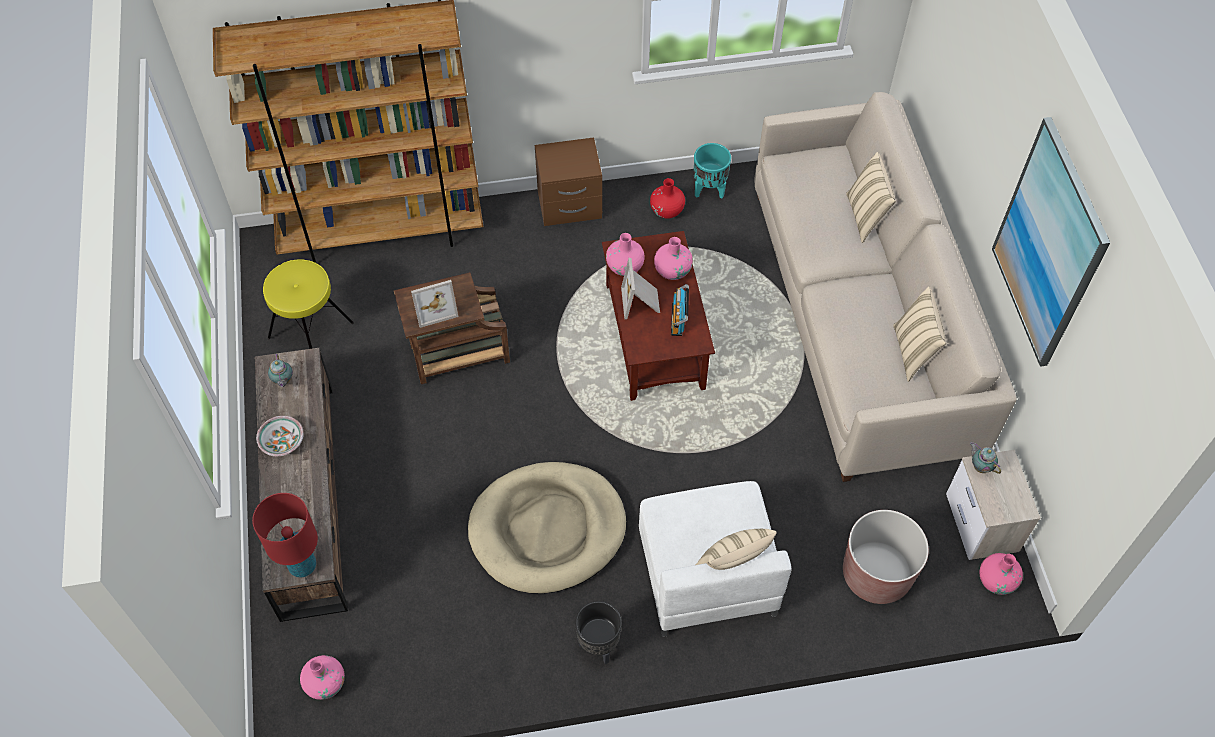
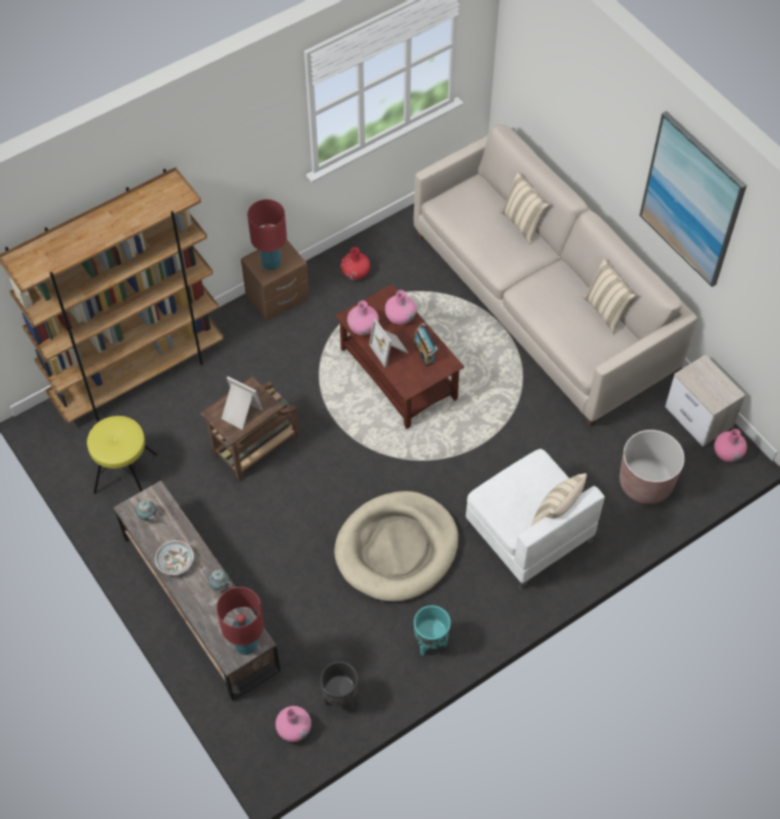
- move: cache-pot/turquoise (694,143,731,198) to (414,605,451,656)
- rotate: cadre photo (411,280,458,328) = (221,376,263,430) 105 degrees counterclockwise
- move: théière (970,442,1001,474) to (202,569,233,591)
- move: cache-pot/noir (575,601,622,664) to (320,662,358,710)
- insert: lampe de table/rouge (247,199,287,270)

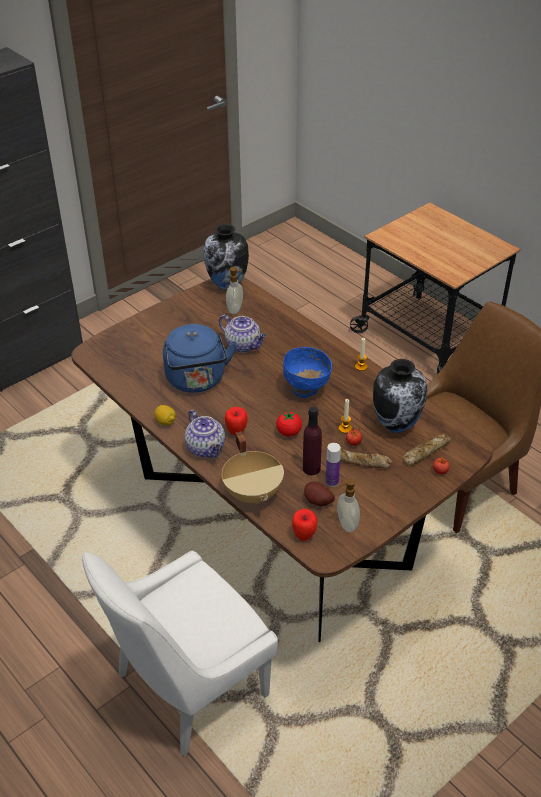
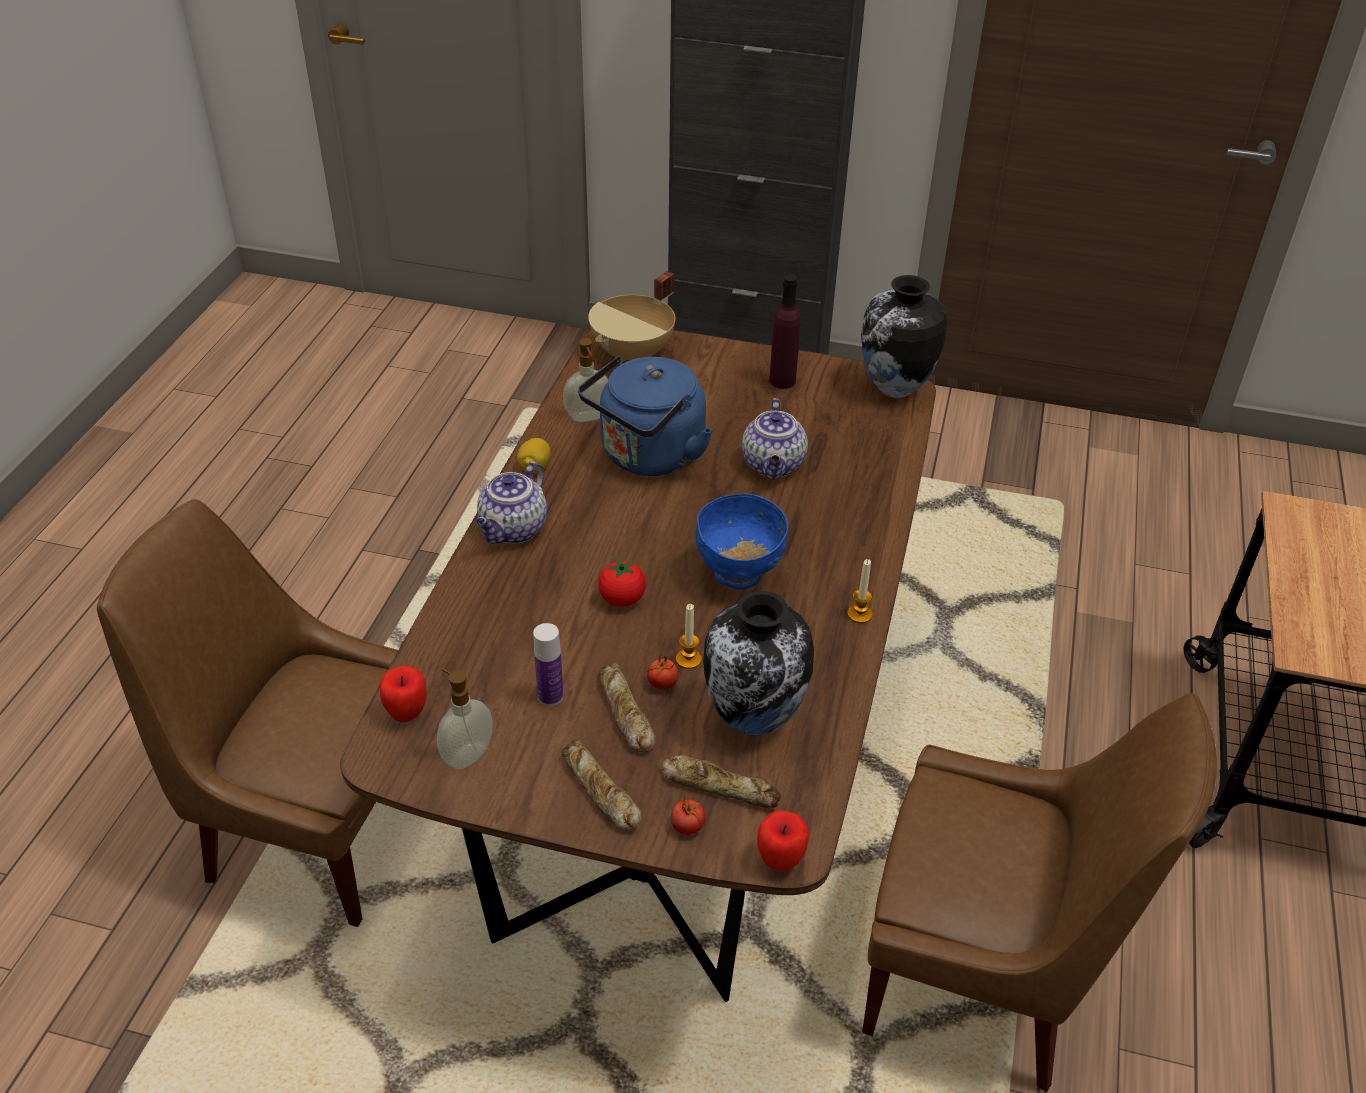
- move: distributeur de savon (226,267,243,314) to (563,338,608,422)
- move: pomme (225,407,248,435) to (757,810,809,871)
- move: bouteille/violet (303,407,322,475) to (769,274,801,389)
- move: marmite/beige (222,431,284,504) to (588,271,676,363)
- delete: pomme de terre (304,481,335,506)
- recolor: chaise/blanc (82,551,278,756) to chaise/marron (97,499,398,927)
- insert: pain (561,740,642,831)

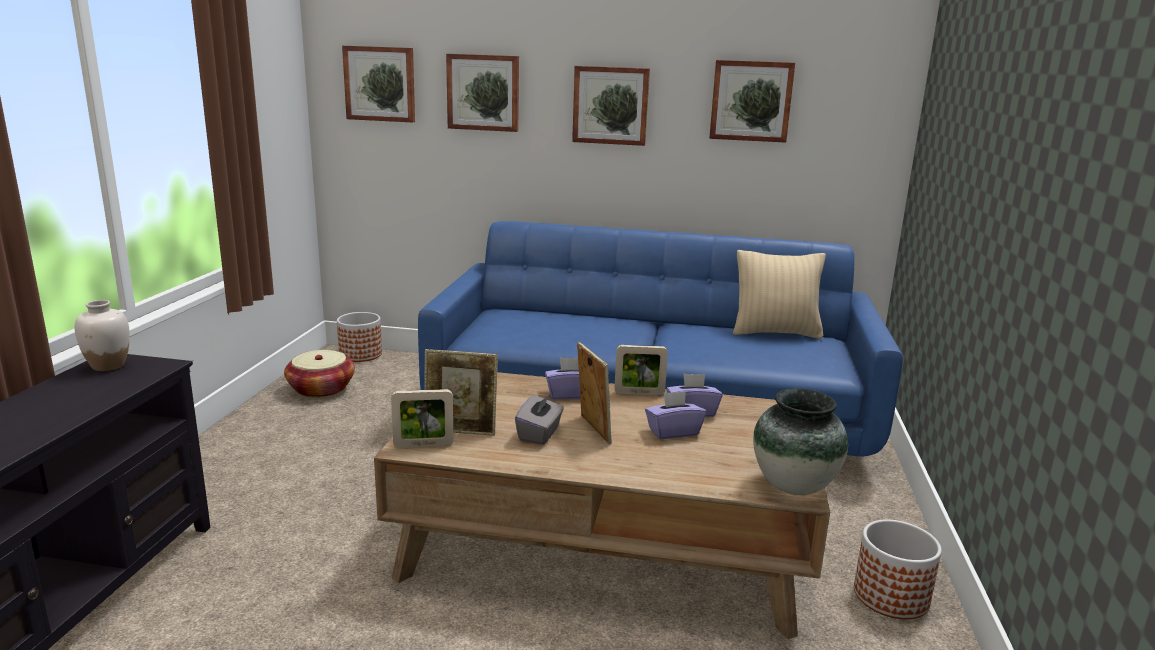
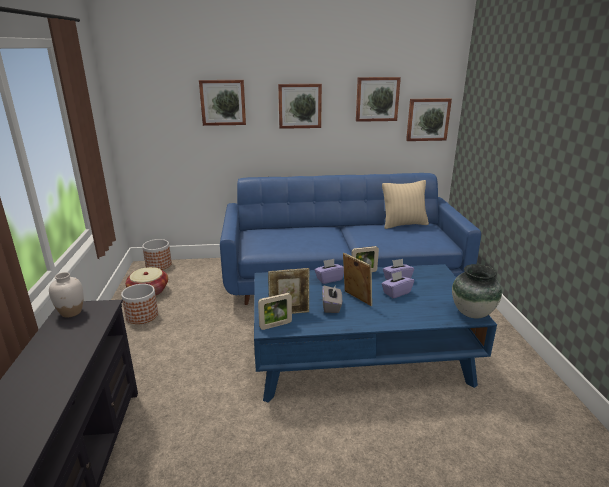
- move: tableau (342,46,415,123) to (406,98,452,141)
- recolor: table basse/marron (374,372,830,639) to table basse/bleu (254,264,497,403)
- move: cache-pot (854,520,942,619) to (121,284,158,324)

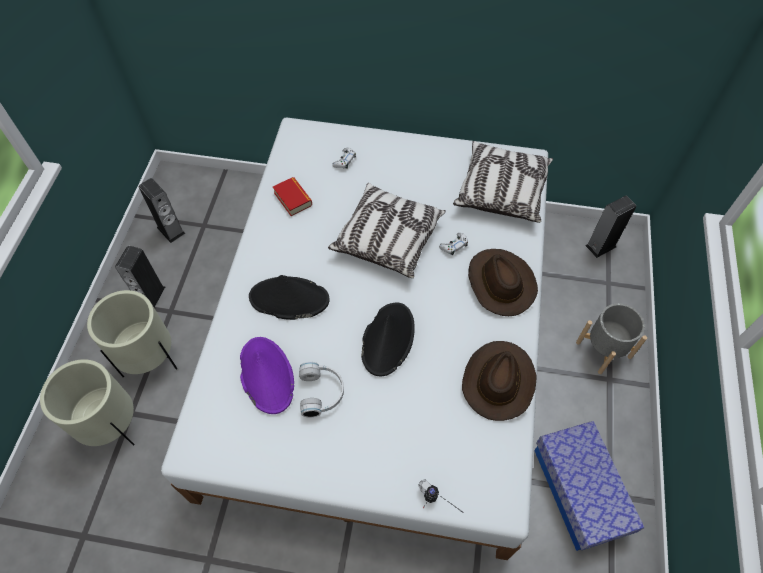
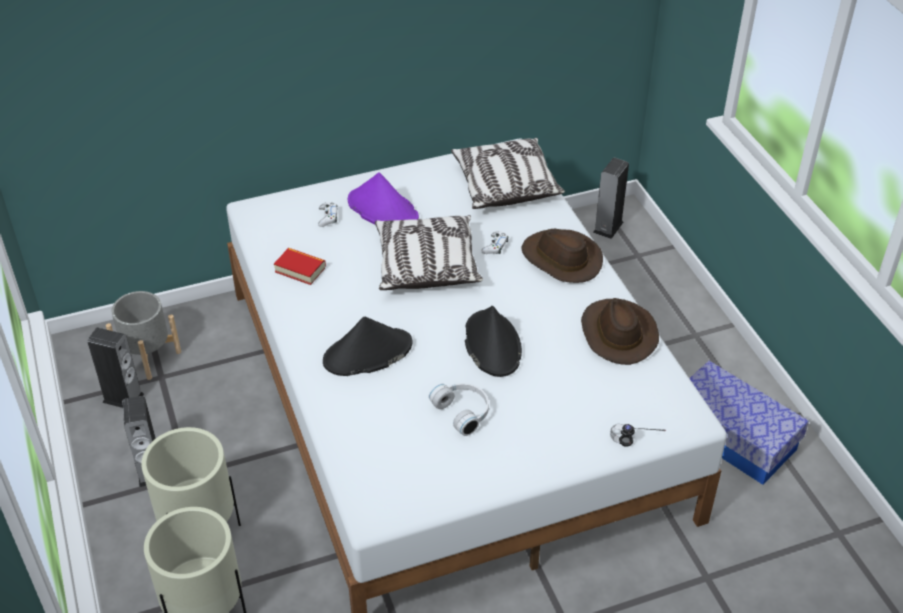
- move: cache-pot/gris (576,303,647,374) to (106,291,181,380)
- move: chapeau/violet (240,337,294,414) to (348,172,419,224)

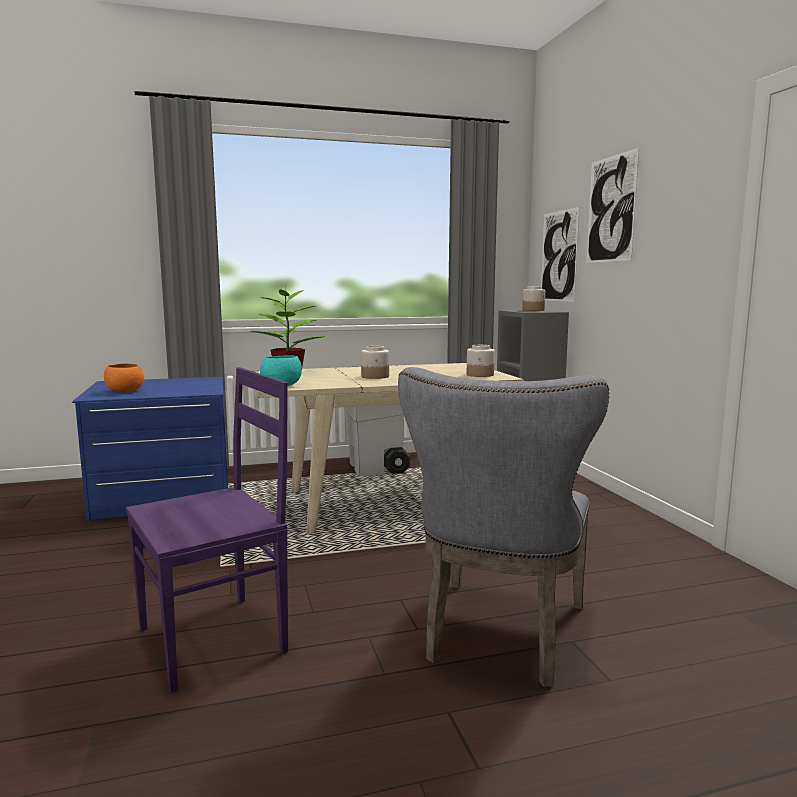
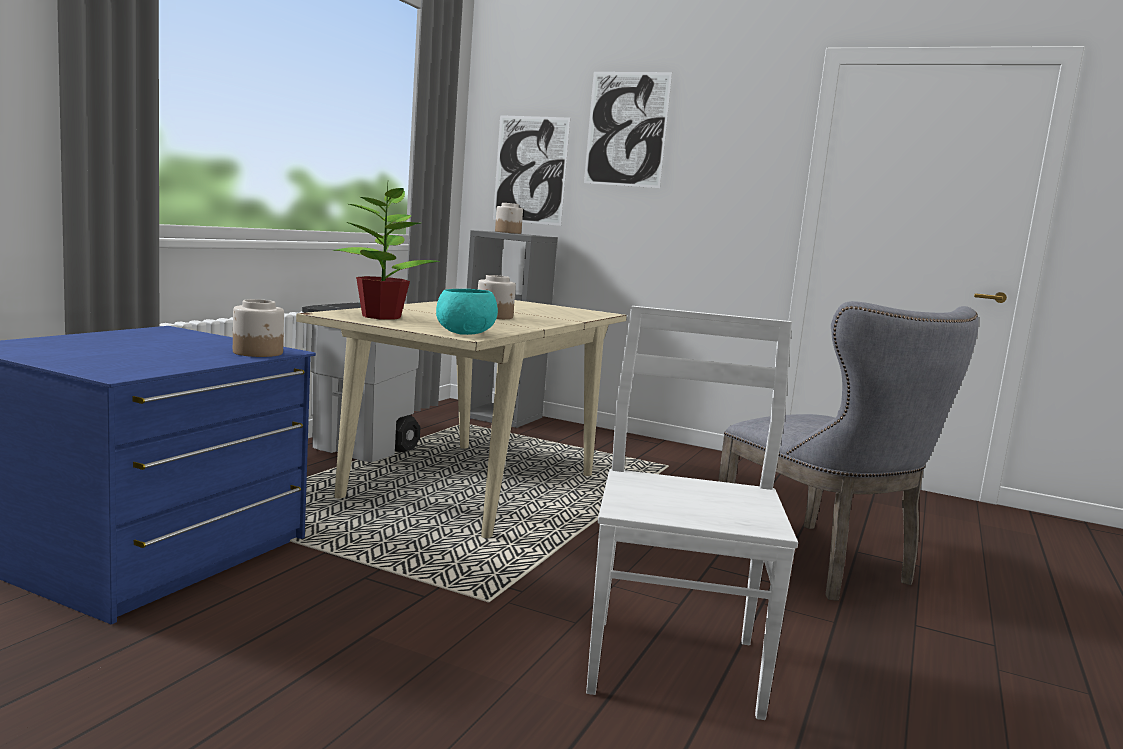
- move: bocal (467,345,495,377) to (233,299,284,357)
- delete: bol/orange (104,363,144,392)
- recolor: chaise/violet (126,367,288,693) to chaise/blanc (586,306,798,720)

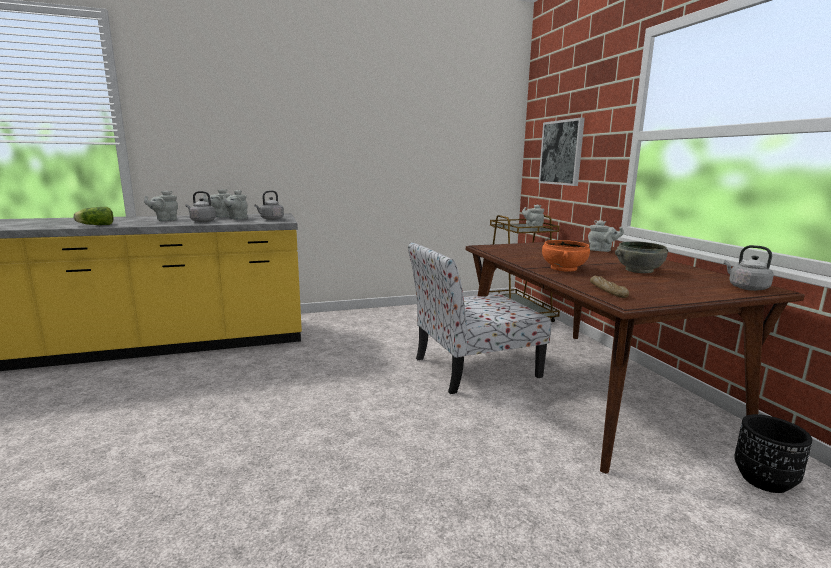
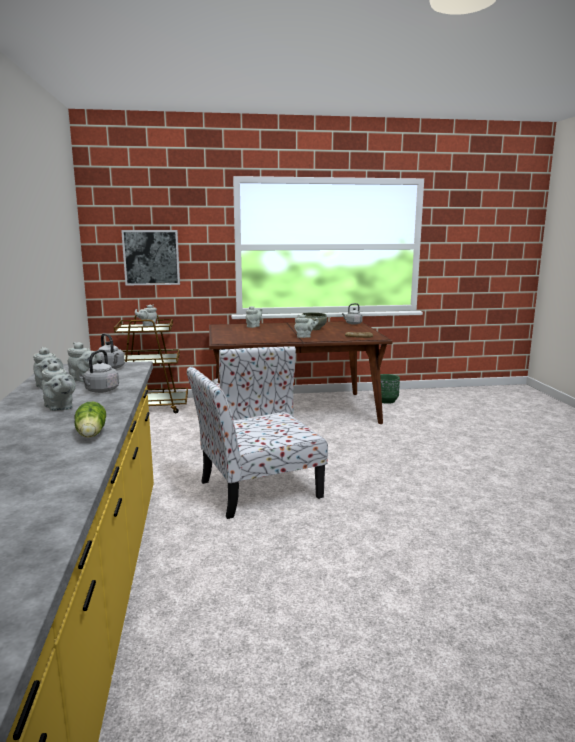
- replace: bol/orange (542,240,590,271) to théière/gris (294,314,319,338)
- recolor: cache-pot/noir (734,414,812,493) to cache-pot/vert (380,374,400,404)
- insert: chaise (187,367,328,519)

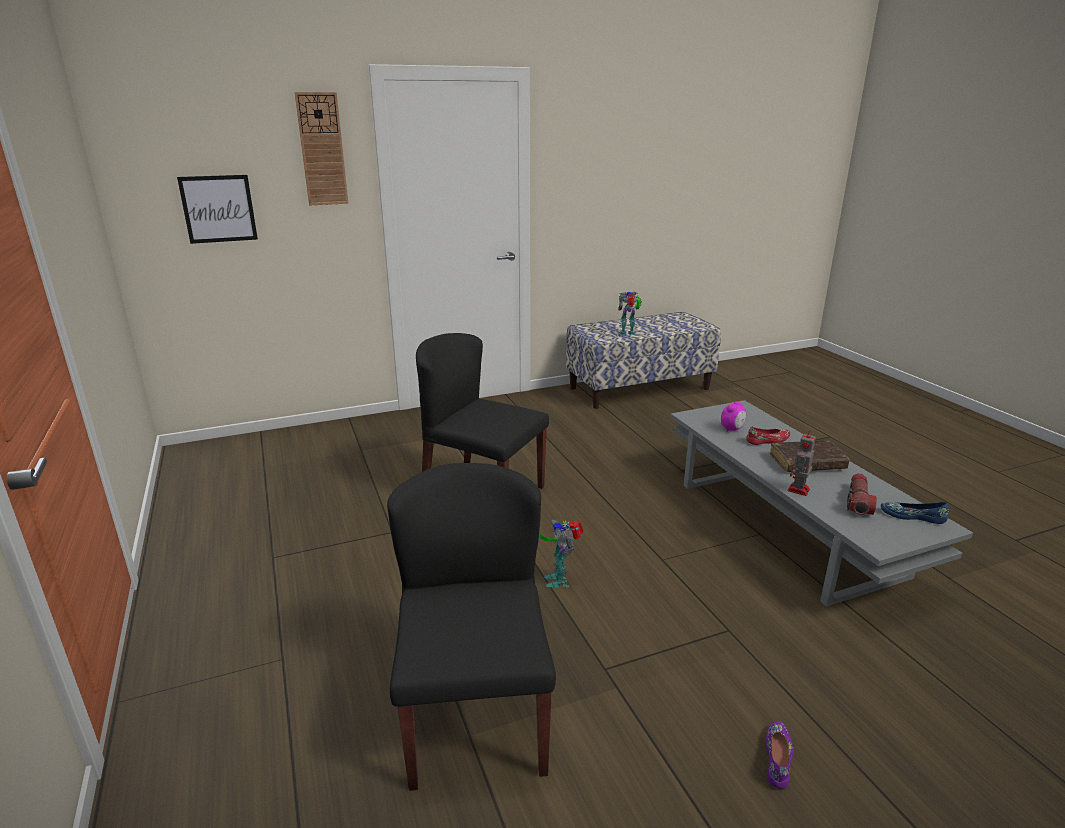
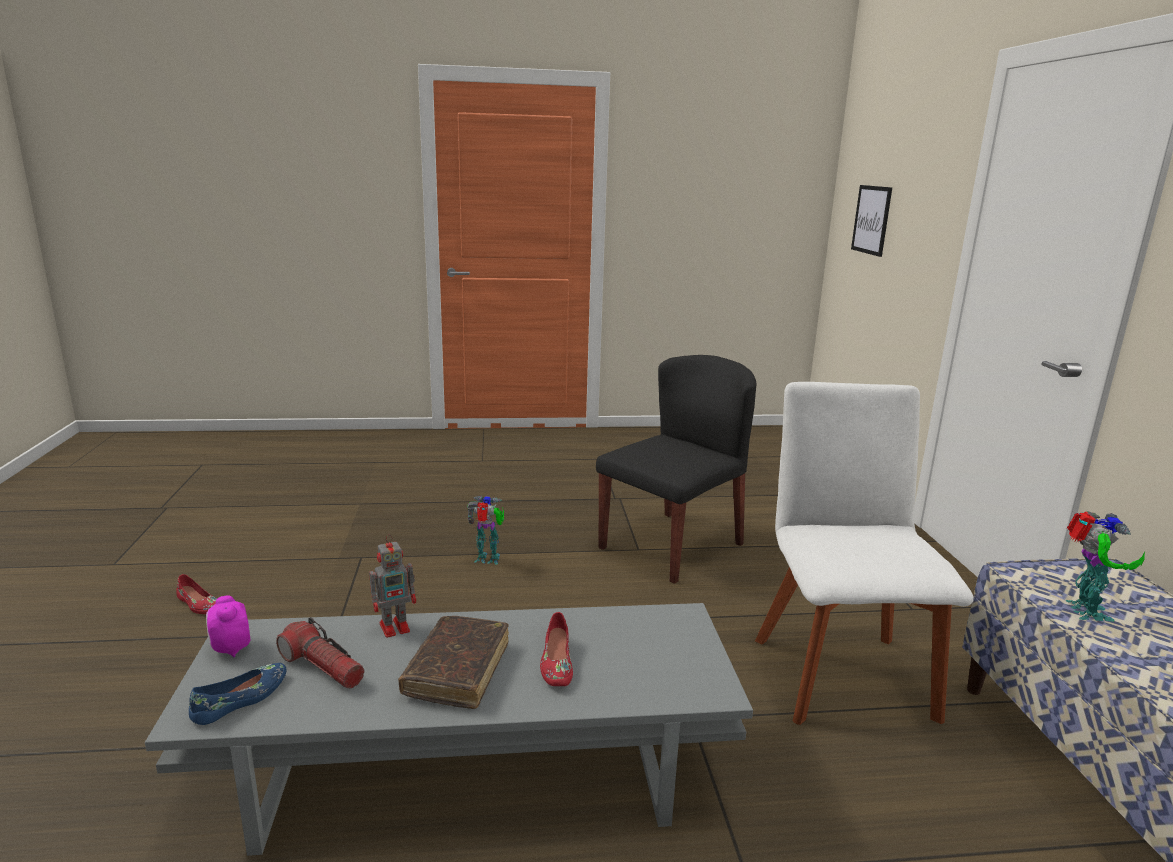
- delete: horloge murale (295,92,348,205)
- move: réveil (721,402,746,431) to (206,595,250,658)
- rotate: robot jouet (787,430,816,496) = (369,534,416,638) 105 degrees clockwise
- delete: chaise/noir (387,463,556,791)
- recolor: chaussure/violet (766,721,794,789) to chaussure/rouge (176,574,217,614)
- insert: chaise/blanc (755,382,974,725)

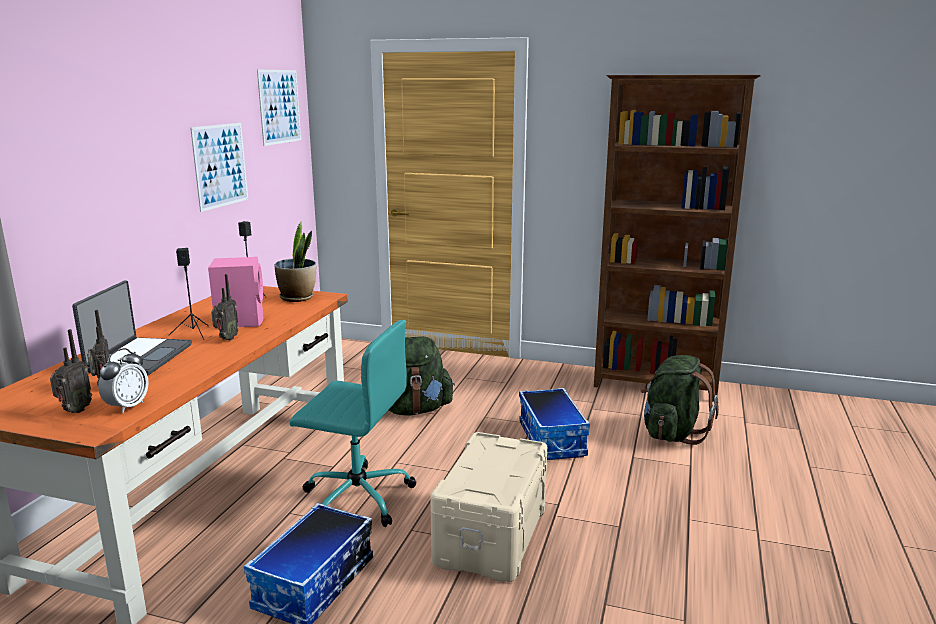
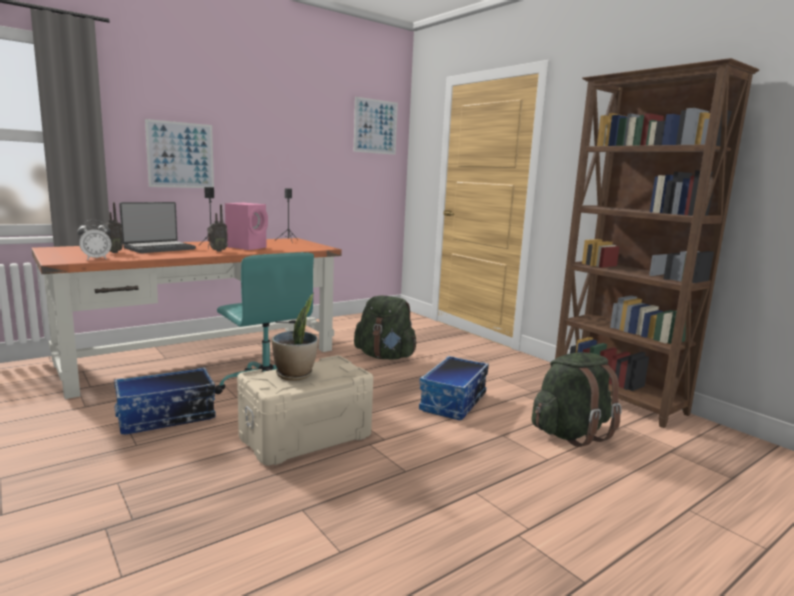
- move: tableau (190,123,248,212) to (145,119,214,188)
- move: plante en pot (274,221,316,302) to (272,294,318,381)
- delete: radio (50,329,92,413)

